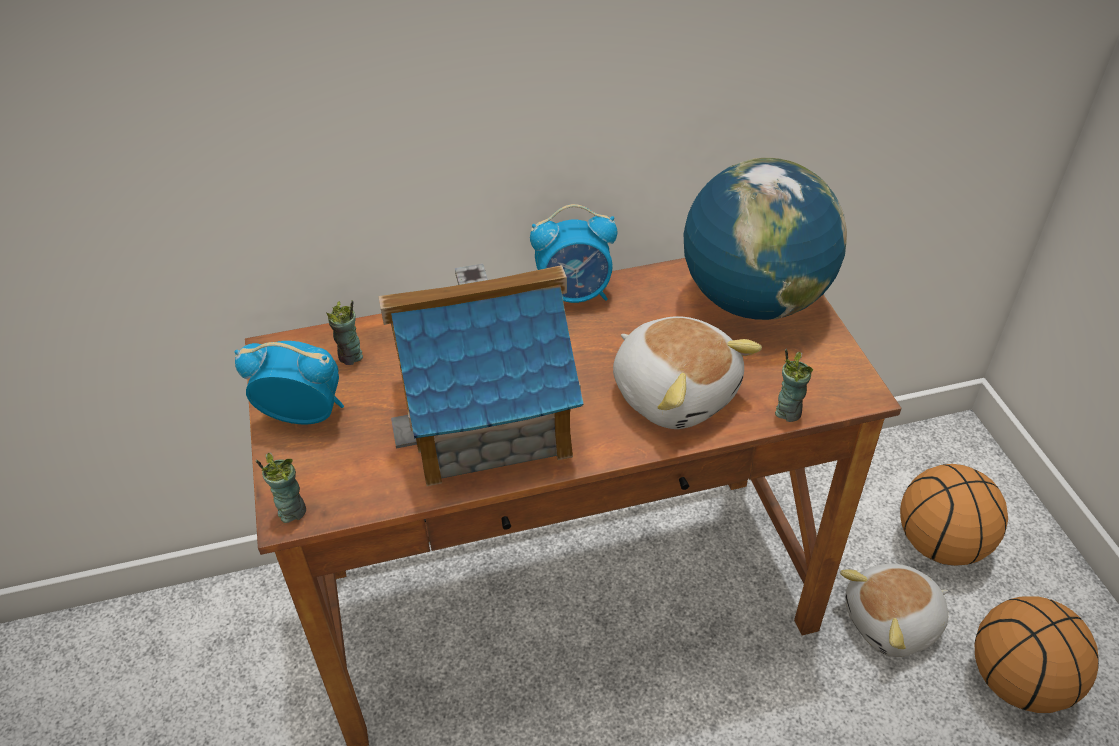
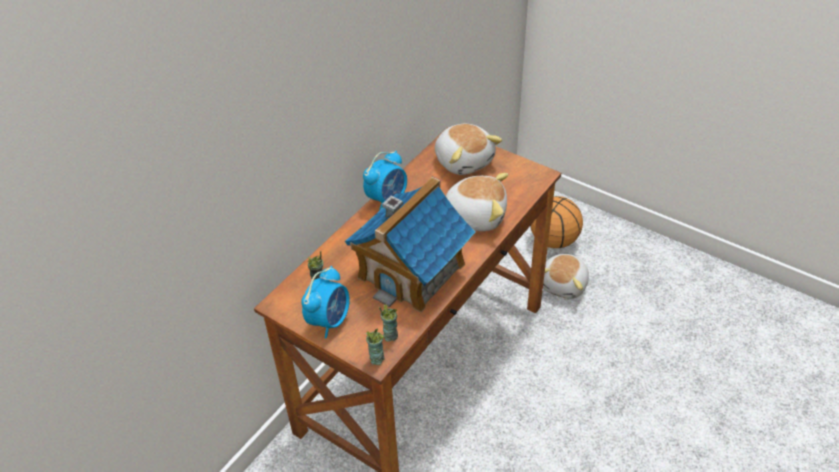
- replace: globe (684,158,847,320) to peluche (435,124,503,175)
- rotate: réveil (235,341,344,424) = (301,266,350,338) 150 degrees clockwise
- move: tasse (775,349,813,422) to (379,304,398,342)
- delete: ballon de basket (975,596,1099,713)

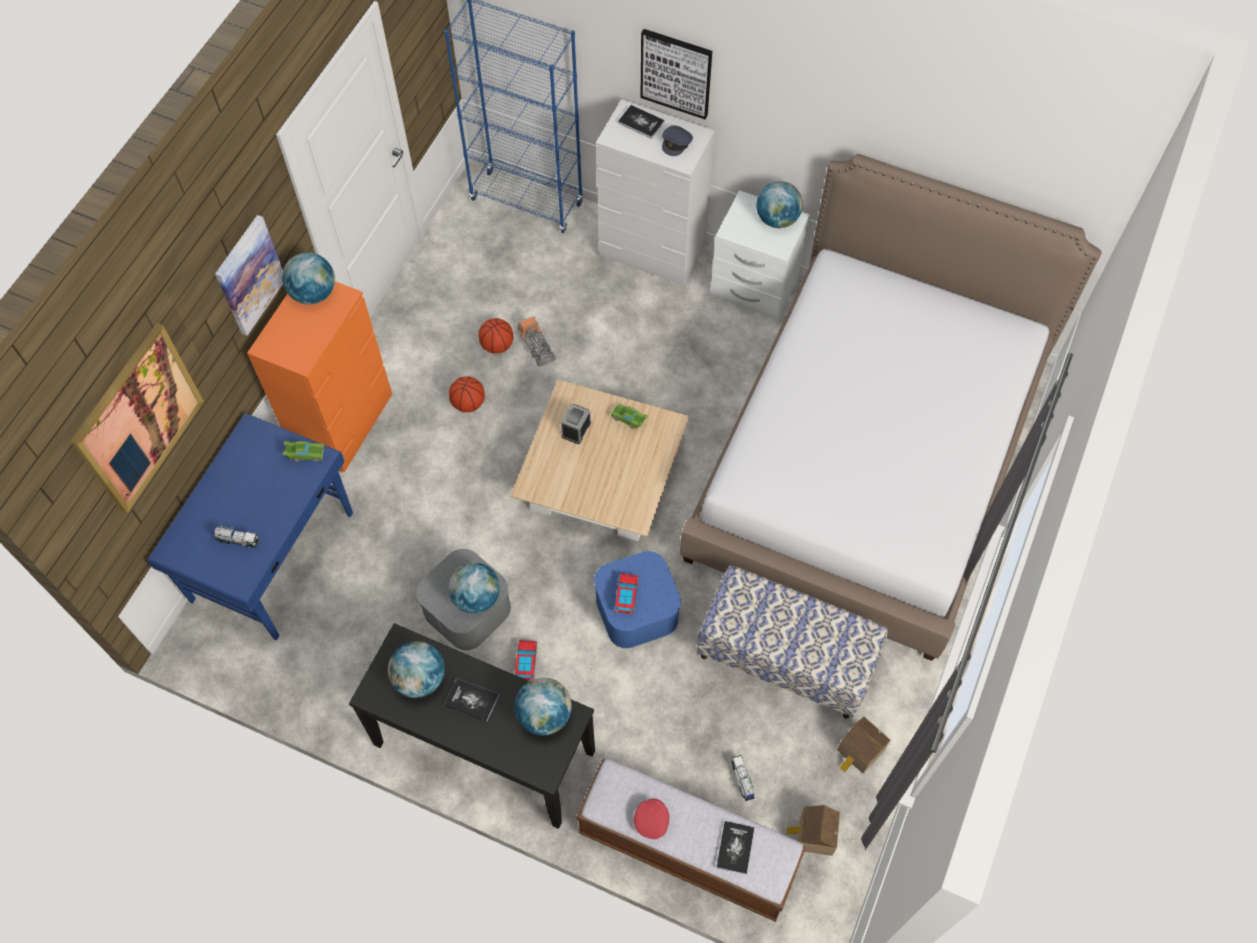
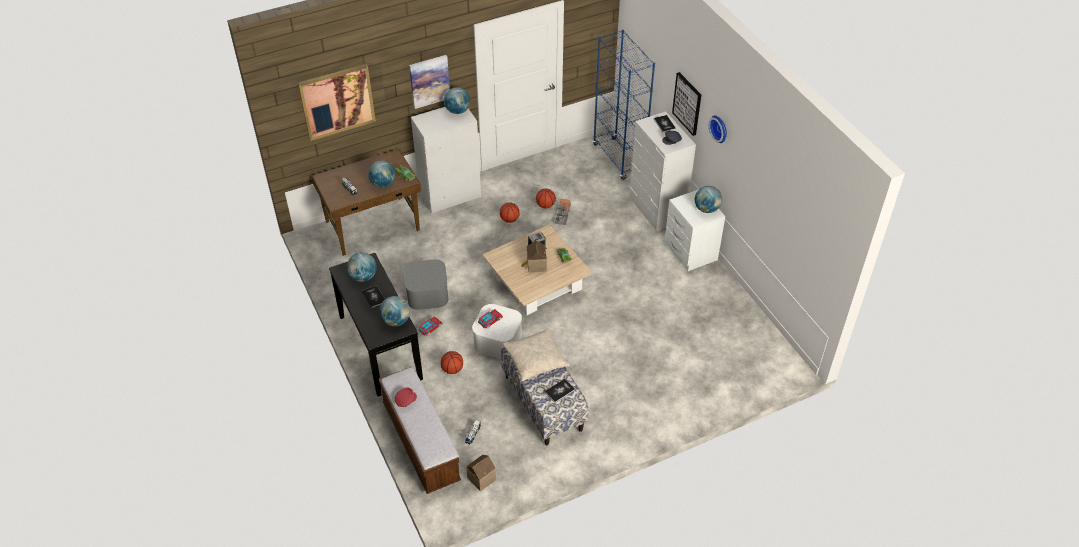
- delete: lit (680,154,1102,661)
- recolor: commode/orange (247,281,392,472) to commode/blanc (411,107,481,213)
- recolor: bureau/bleu (148,413,353,640) to bureau/marron (312,149,421,256)
- recolor: boîte de rangement/bleu (594,551,681,648) to boîte de rangement/blanc (472,304,522,359)
- move: globe (448,562,500,614) to (368,160,395,187)
- move: maison miniature (837,717,891,774) to (521,240,547,273)
- move: livre (716,821,755,875) to (545,379,575,403)
- insert: horloge murale (709,116,727,143)
- insert: coussin/beige (502,329,570,381)
- insert: ballon de basket (441,351,463,374)

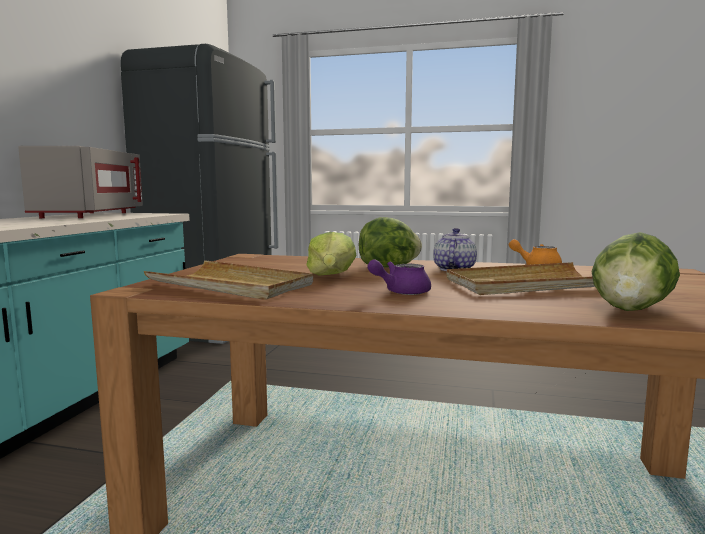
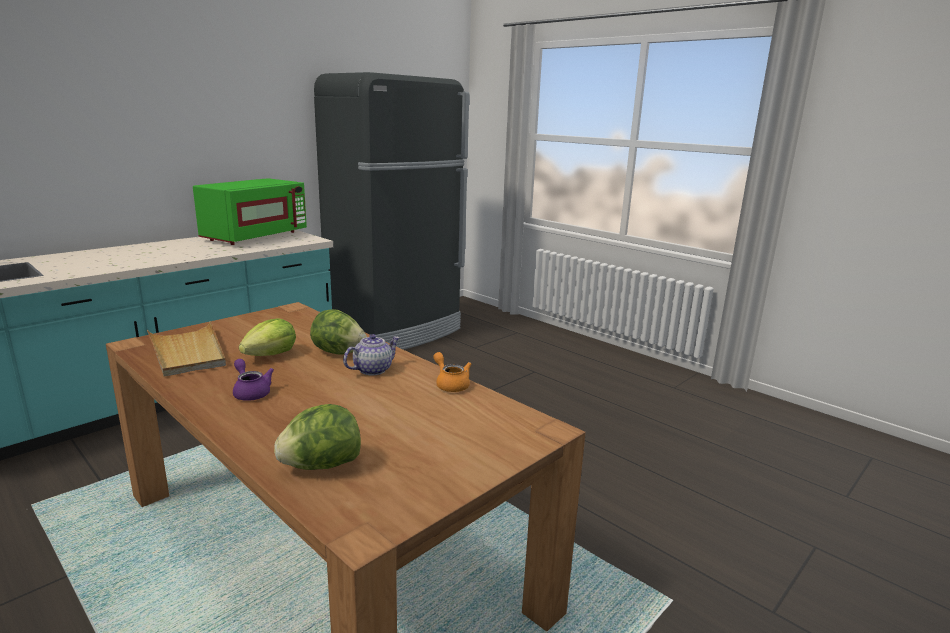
- recolor: micro-ondes/gris (18,146,143,218) to micro-ondes/vert (193,178,307,245)
- rotate: théière/violet (367,259,431,295) = (233,359,274,401) 45 degrees clockwise
- delete: plateau/beige (446,262,595,295)

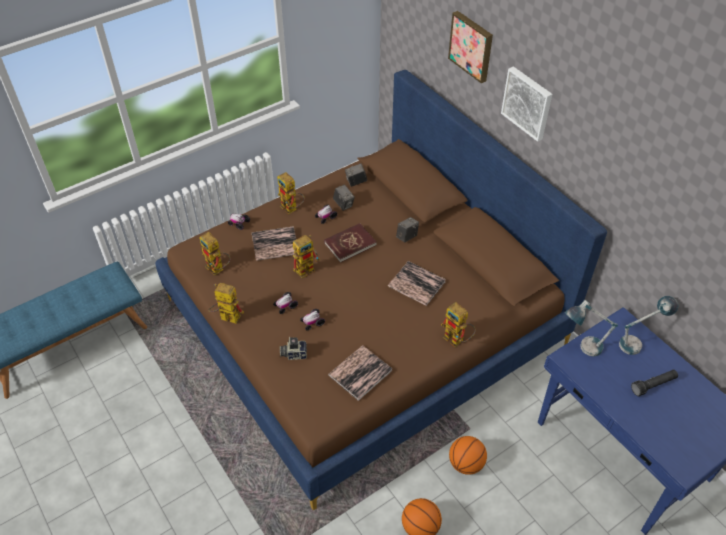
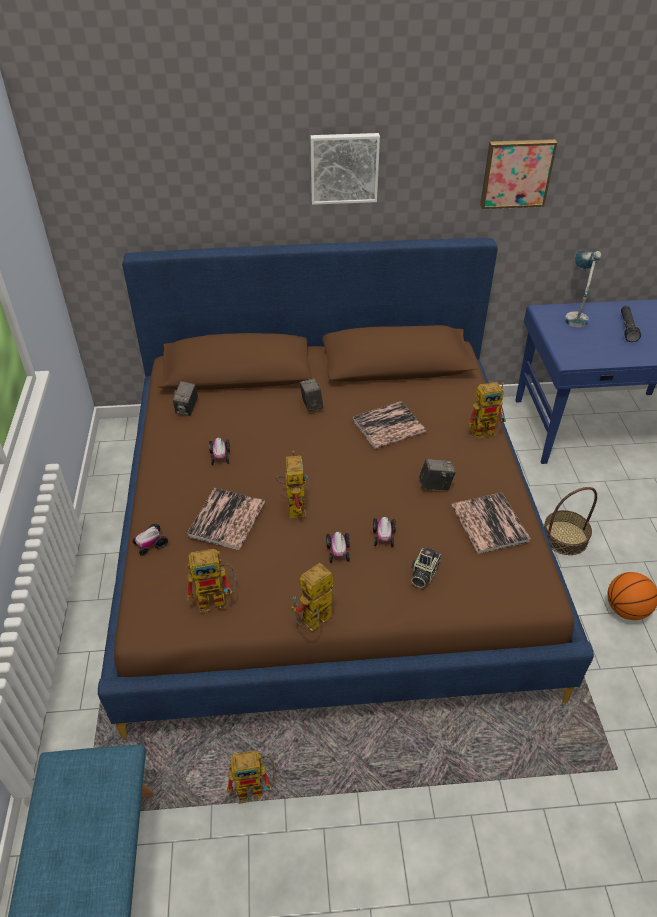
- move: tableau (448,11,493,83) to (480,139,557,209)
- move: robot jouet (277,172,305,214) to (227,750,275,804)
- move: appareil photo (333,184,355,211) to (419,459,456,490)
- delete: livre/rouge (324,223,377,263)
- delete: lampe de table (565,300,618,356)
- replace: ballon de basket (449,436,487,475) to panier (544,487,597,555)

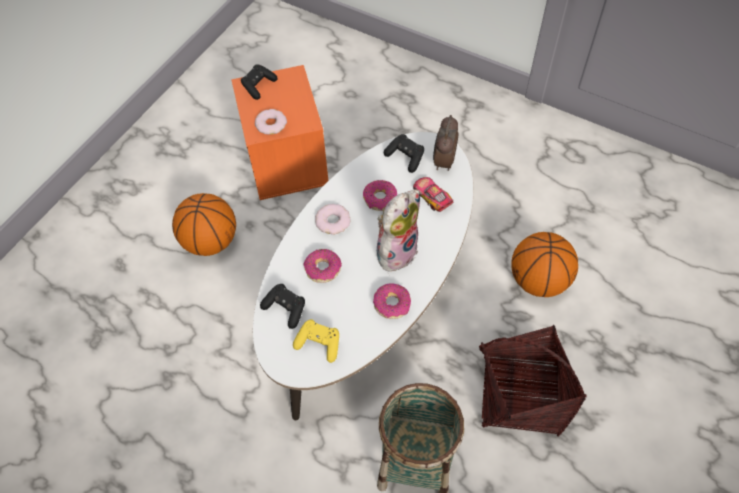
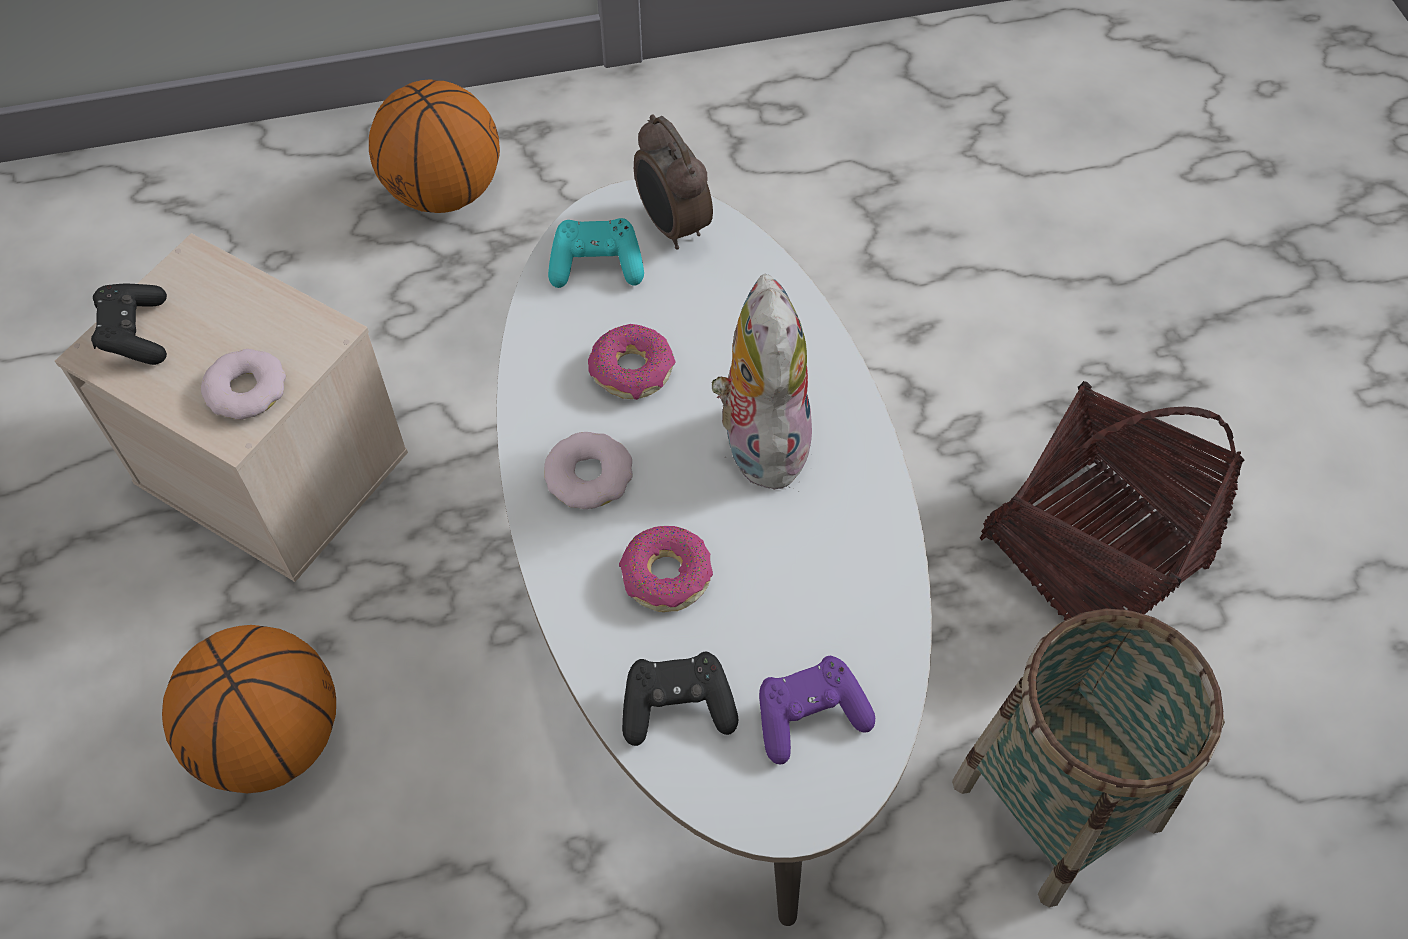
- recolor: boîte de rangement/orange (231,65,328,200) to boîte de rangement/beige (55,233,408,582)
- recolor: manette/noir (384,134,424,173) to manette/turquoise (548,218,644,288)
- delete: petite voiture (413,177,454,212)
- move: ballon de basket (512,232,578,297) to (369,79,500,213)
- delete: beignet (373,283,411,319)
- recolor: manette/jaune (293,319,339,363) to manette/violet (759,656,875,764)

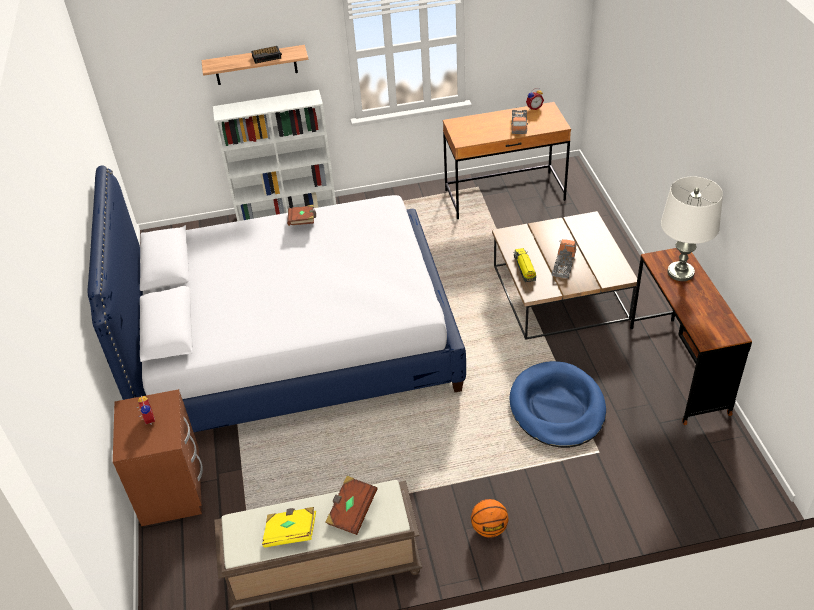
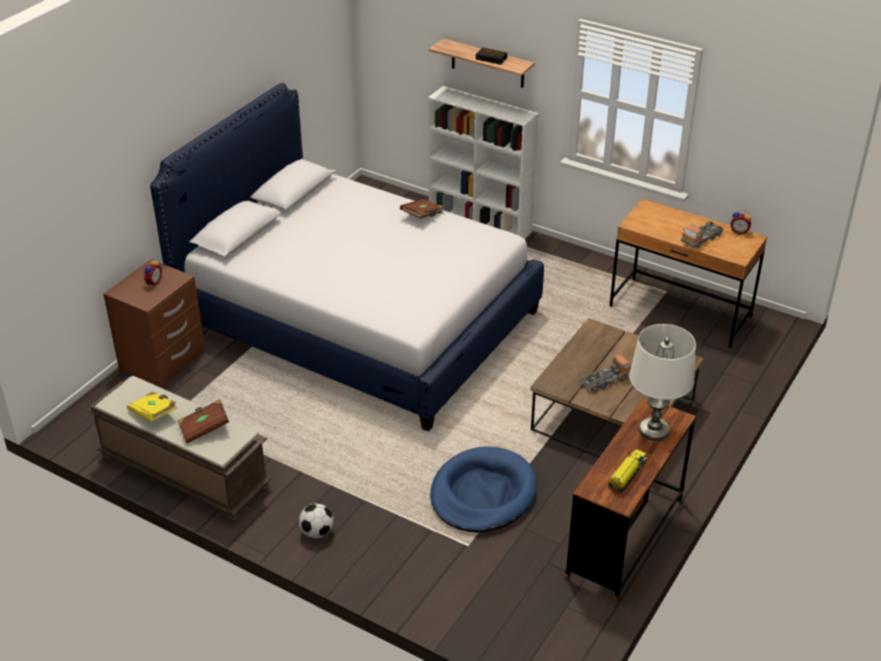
- move: camion jouet (514,248,536,282) to (608,449,647,494)
- replace: ballon de basket (471,499,509,538) to ballon de foot (299,503,333,538)

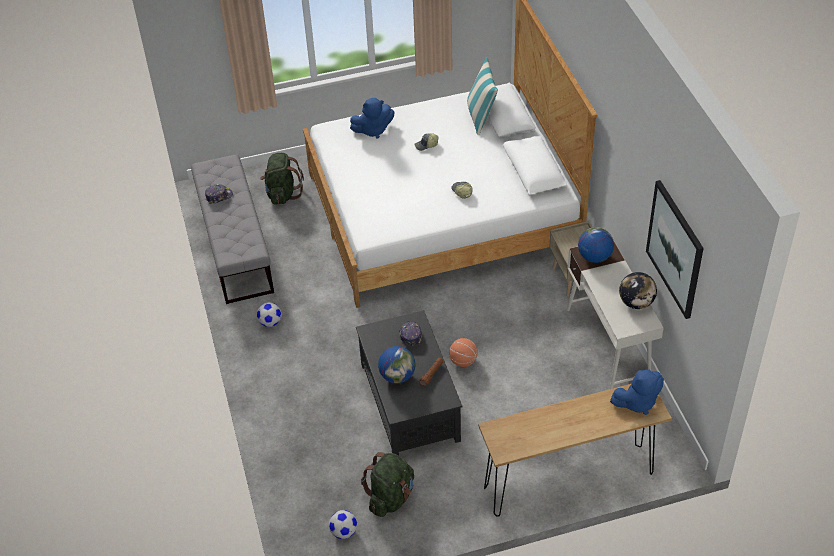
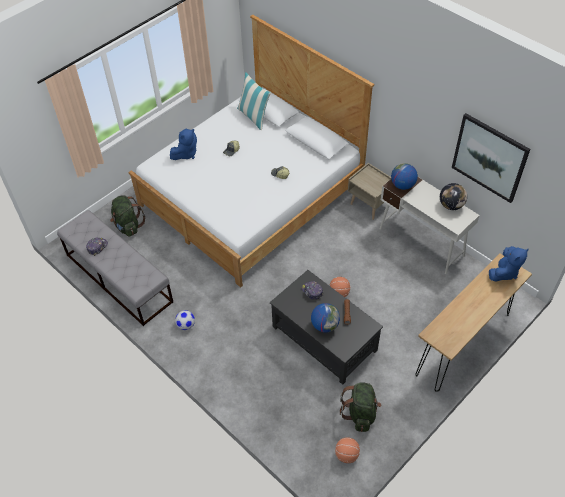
- replace: ballon de foot (329,510,357,539) to ballon de basket (335,437,360,463)

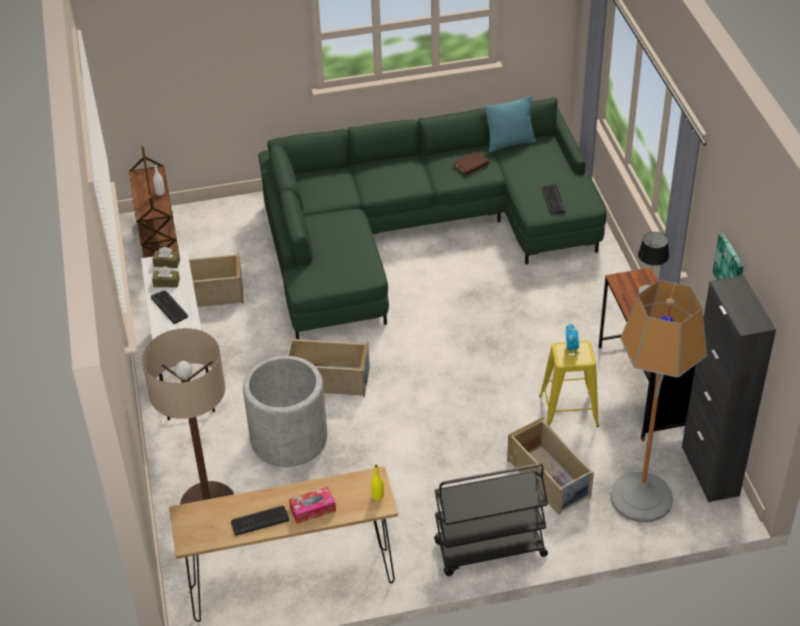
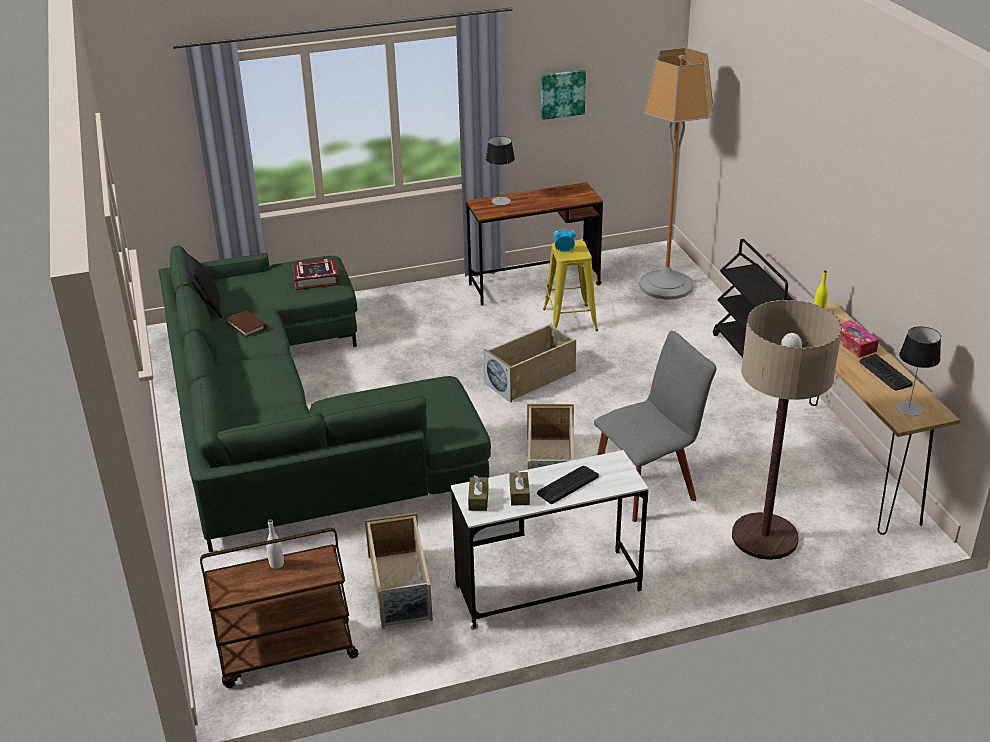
- recolor: coussin/turquoise (484,96,536,153) to coussin/noir (181,247,222,318)
- replace: clavier (542,184,565,214) to livre (292,259,340,290)
- delete: meuble de rangement/noir (682,275,776,502)
- replace: cache-pot/gris (243,356,327,467) to chaise/gris (594,331,716,522)
- move: boîte de rangement/beige (507,417,594,515) to (484,324,576,402)
- insert: lampe de table (896,326,941,416)

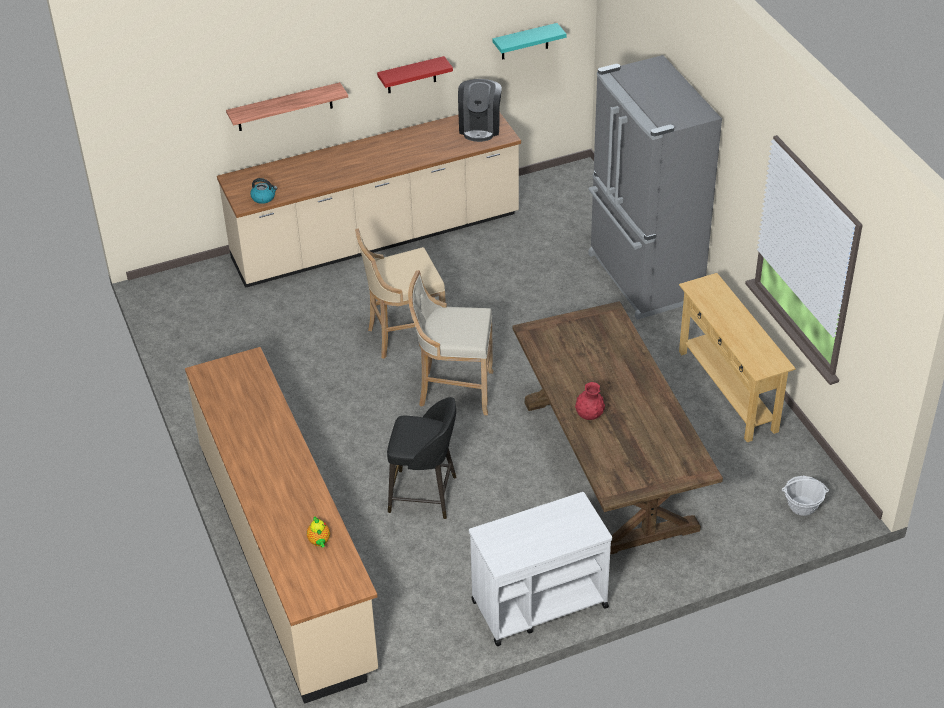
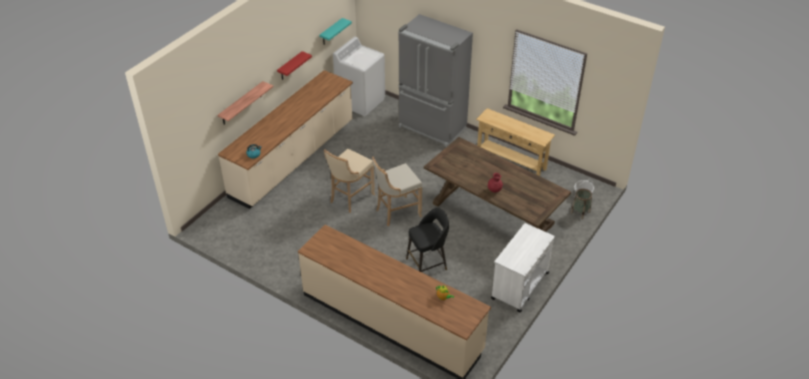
- delete: machine à café (458,79,502,142)
- insert: lave-linge/blanc (333,37,385,116)
- insert: panier (571,189,592,220)

